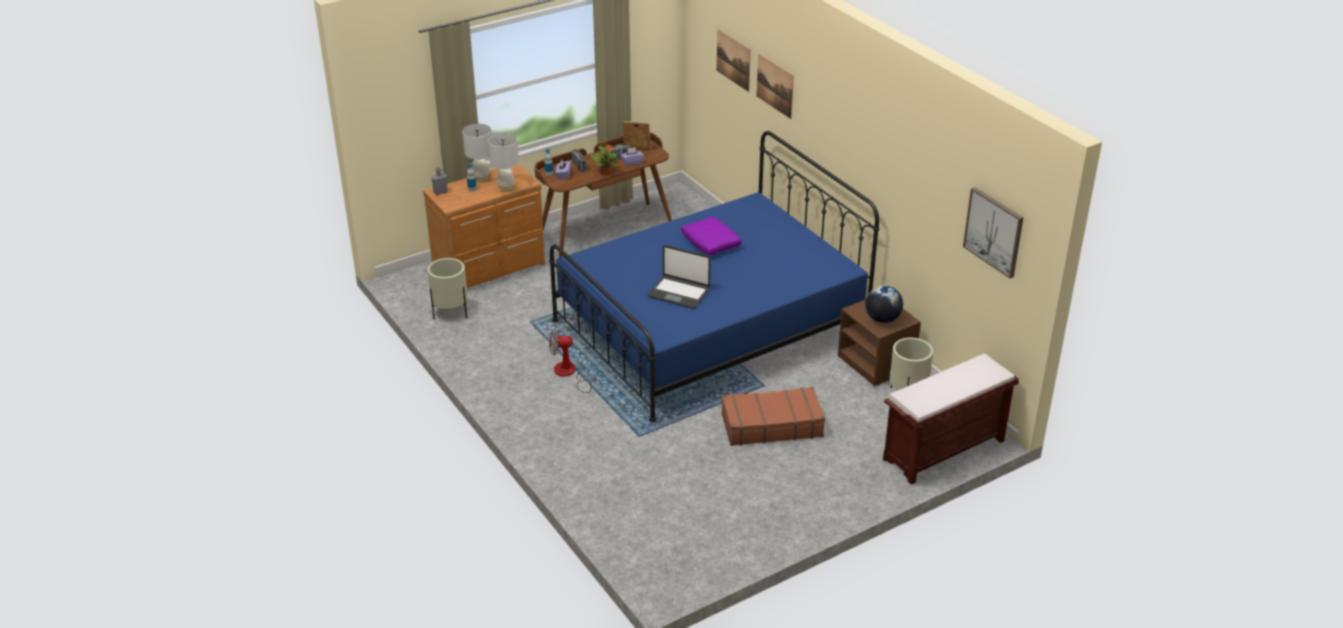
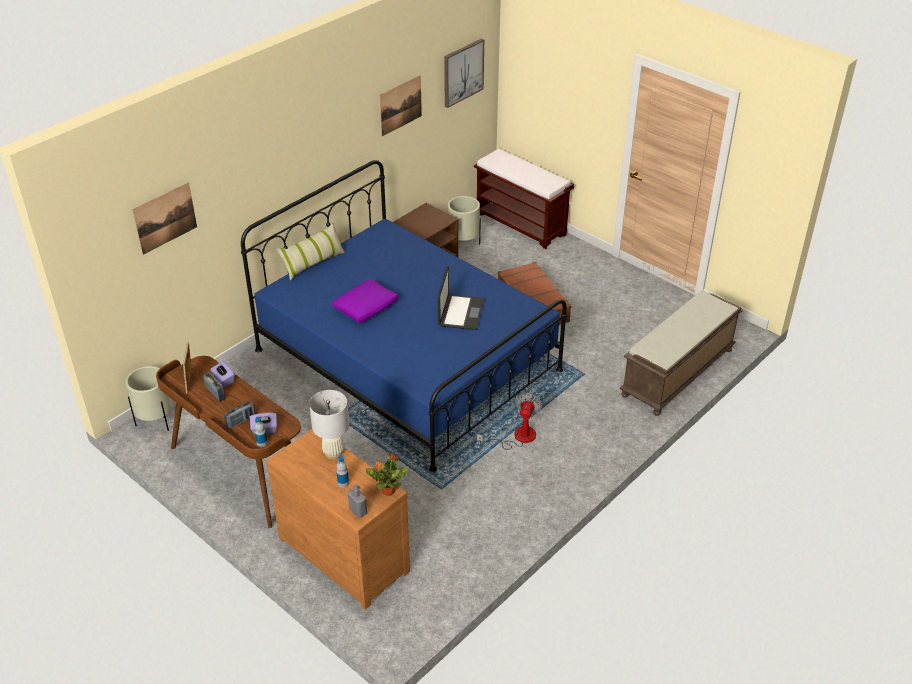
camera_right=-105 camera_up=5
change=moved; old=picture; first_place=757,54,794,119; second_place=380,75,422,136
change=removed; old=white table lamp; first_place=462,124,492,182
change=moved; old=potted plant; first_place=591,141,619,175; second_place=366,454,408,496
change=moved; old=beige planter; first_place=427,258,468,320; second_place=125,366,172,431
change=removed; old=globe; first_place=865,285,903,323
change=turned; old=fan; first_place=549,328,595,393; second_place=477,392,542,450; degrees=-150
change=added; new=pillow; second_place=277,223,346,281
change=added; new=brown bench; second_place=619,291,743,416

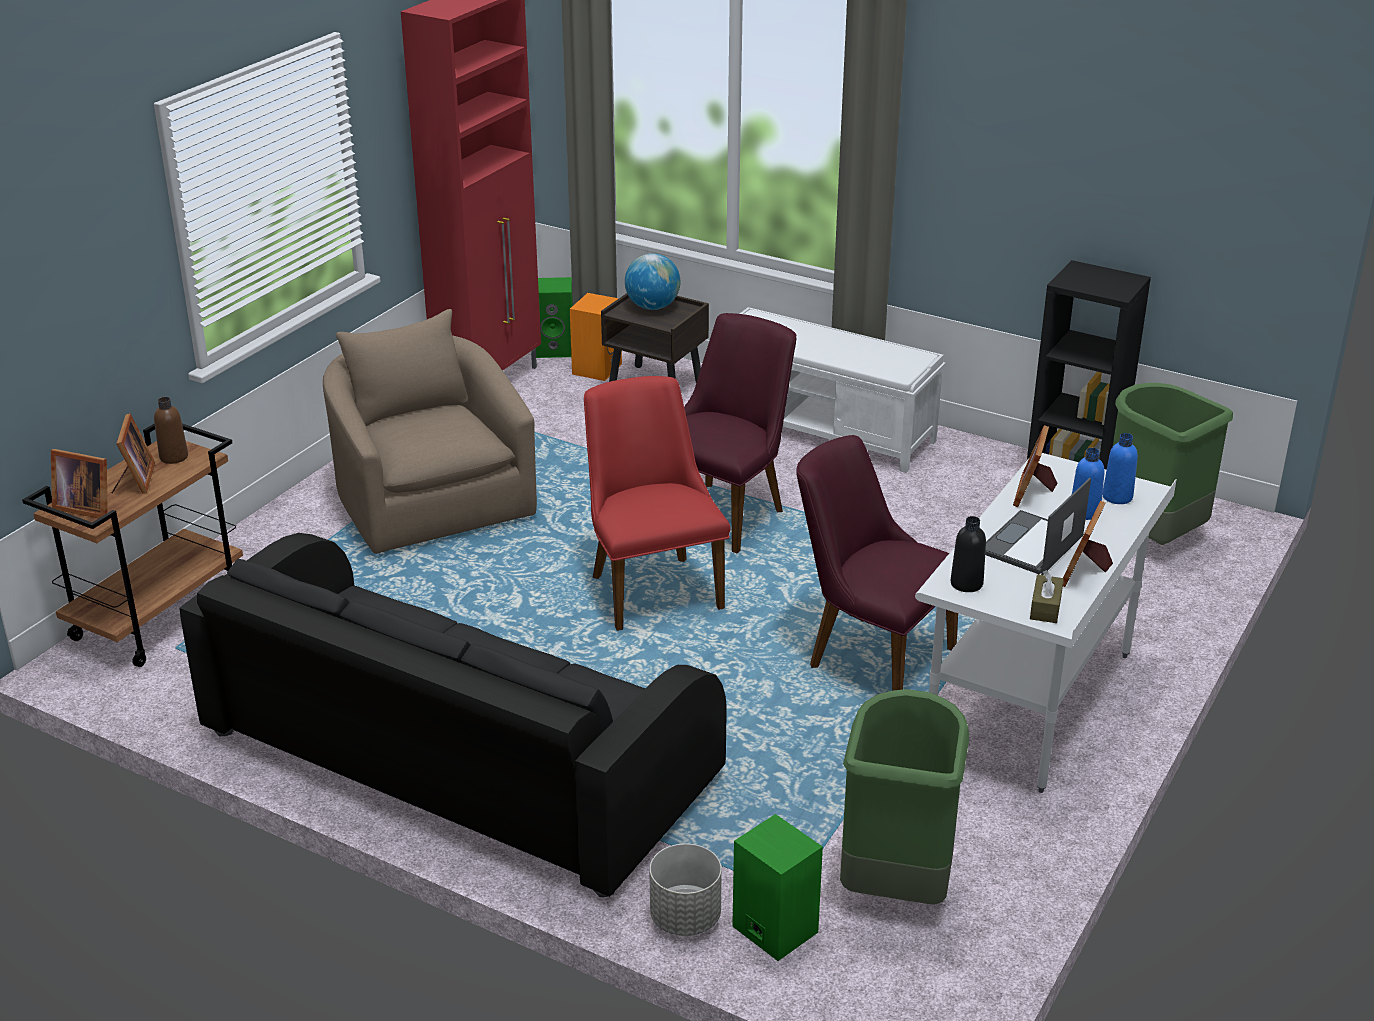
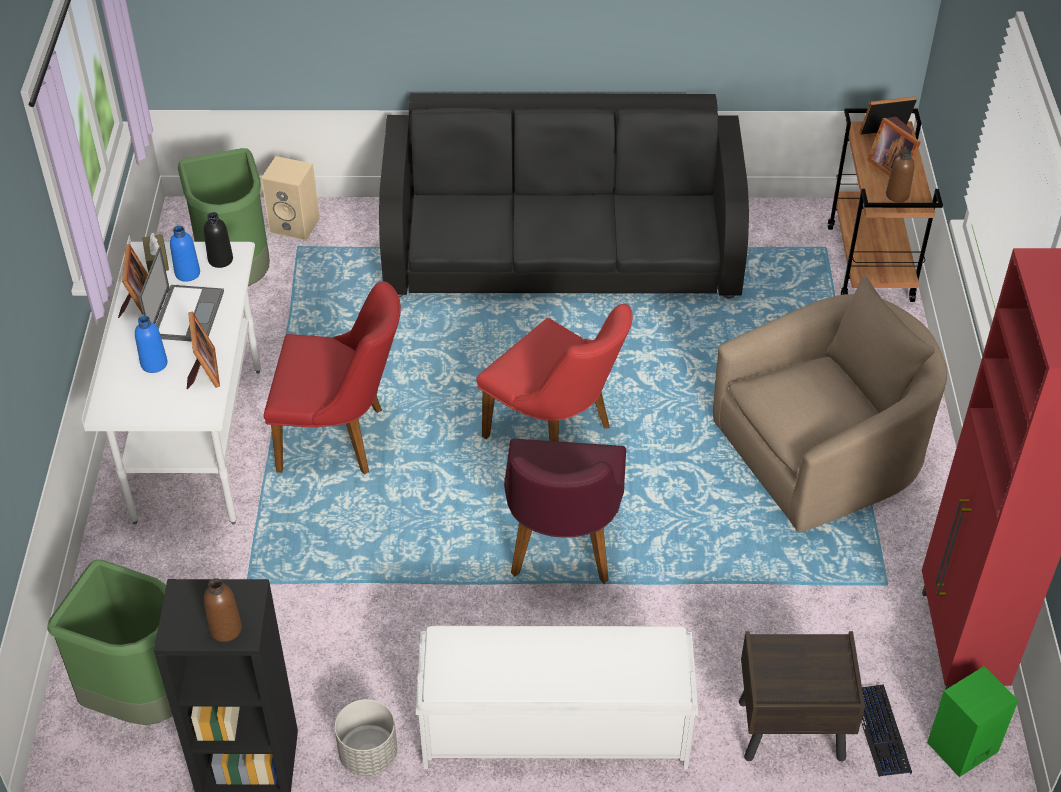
camera_right=150 camera_up=15
change=removed; old=globe; first_place=625,253,680,310
change=replaced; old=orange speaker; new=keyboard; first_place=570,293,622,381; second_place=861,685,912,777
change=turned; old=beige armchair; first_place=323,309,537,554; second_place=713,275,947,533; degrees=-60
change=moved; old=blue bottle; first_place=1102,433,1138,504; second_place=170,226,200,282
change=recoloured; old=purple chair; new=red chair; first_place=796,435,958,691; second_place=264,281,401,475
change=recoloured; old=green speaker; new=beige speaker; first_place=732,814,823,961; second_place=261,156,320,241
change=moved; old=grey planter; first_place=650,844,722,936; second_place=334,699,397,776
change=added; new=brown bottle; second_place=204,578,242,642

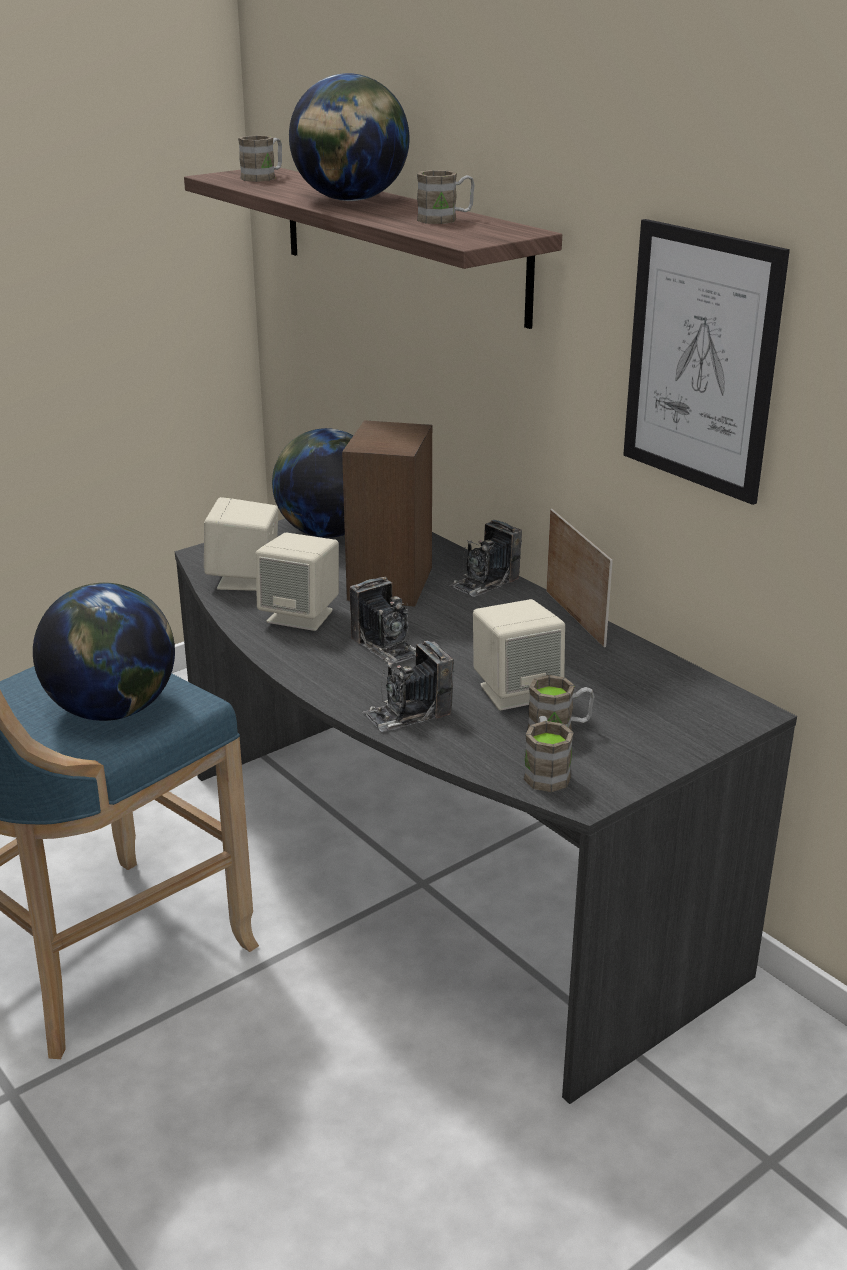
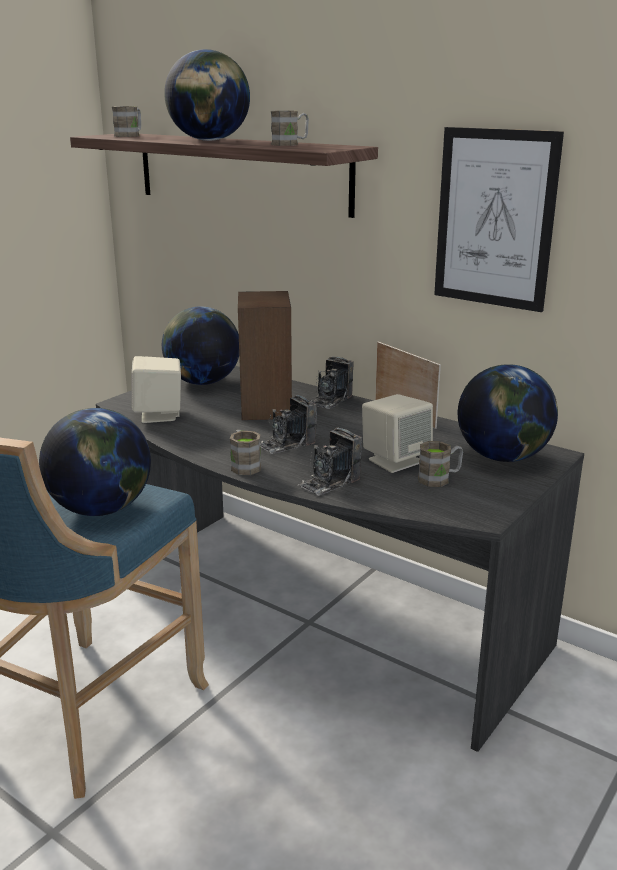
camera_right=-15 camera_up=-5
change=removed; old=beige speaker; first_place=255,532,339,631
change=turned; old=photo camera; first_place=350,577,416,664; second_place=260,395,317,454; degrees=105
change=moved; old=brown mug; first_place=524,716,574,792; second_place=230,430,261,475
change=added; new=globe; second_place=458,364,558,462

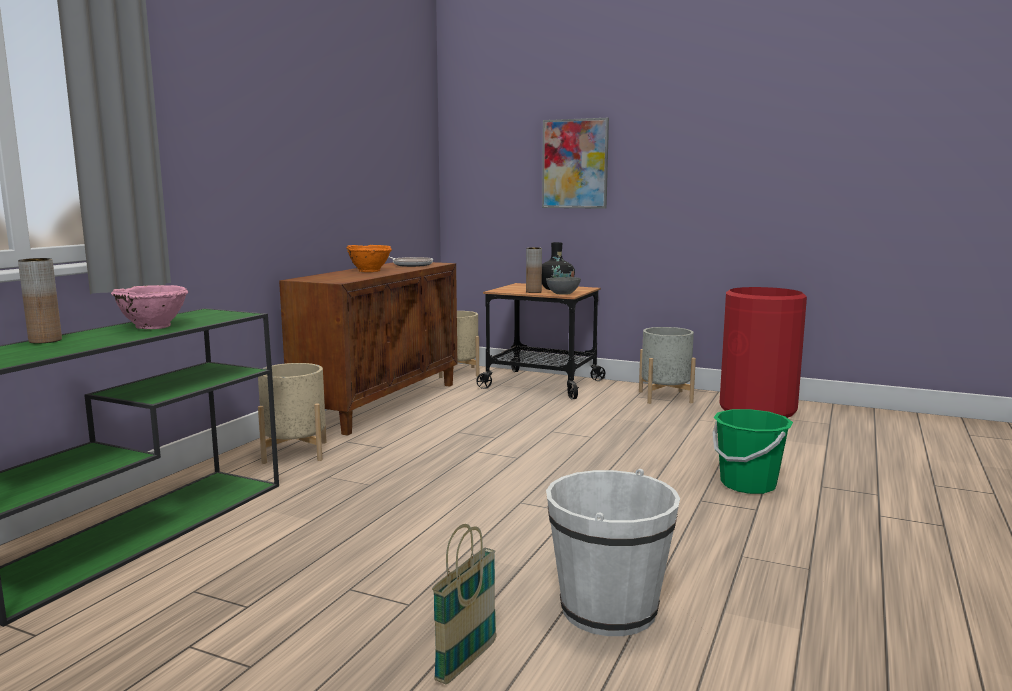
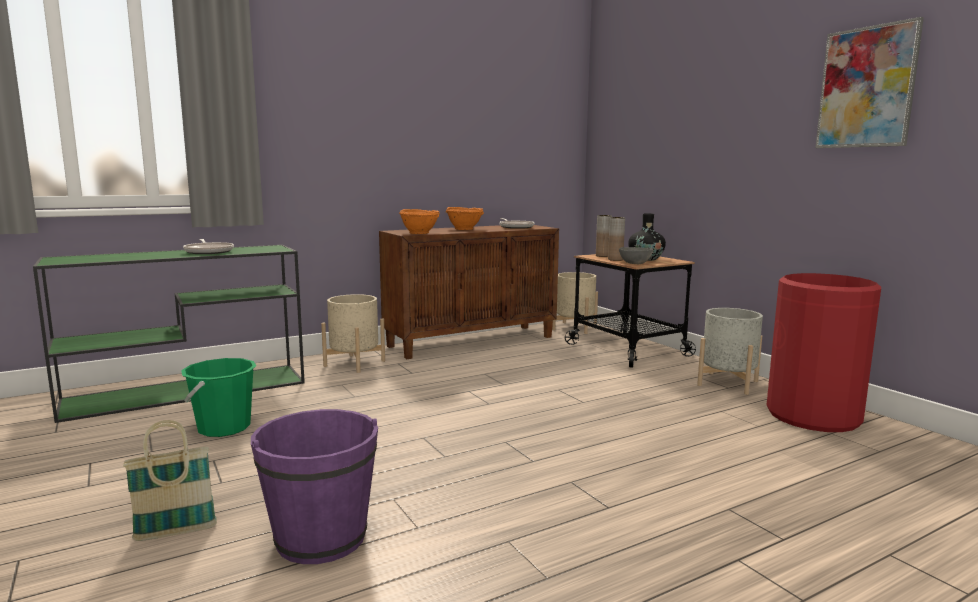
camera_right=35 camera_up=0
change=moved; old=picture; first_place=542,118,609,209; second_place=816,17,924,148
change=moved; old=brown vase; first_place=18,258,62,344; second_place=596,215,612,257
change=replaced; old=pink bowl; new=frying pan; first_place=111,285,188,329; second_place=183,239,234,254
change=moved; old=green bucket; first_place=713,409,793,494; second_place=181,358,256,437
change=recoloured; old=white bucket; new=purple bucket; first_place=546,469,680,636; second_place=251,409,378,564
change=added; new=orange bowl; second_place=399,209,440,234

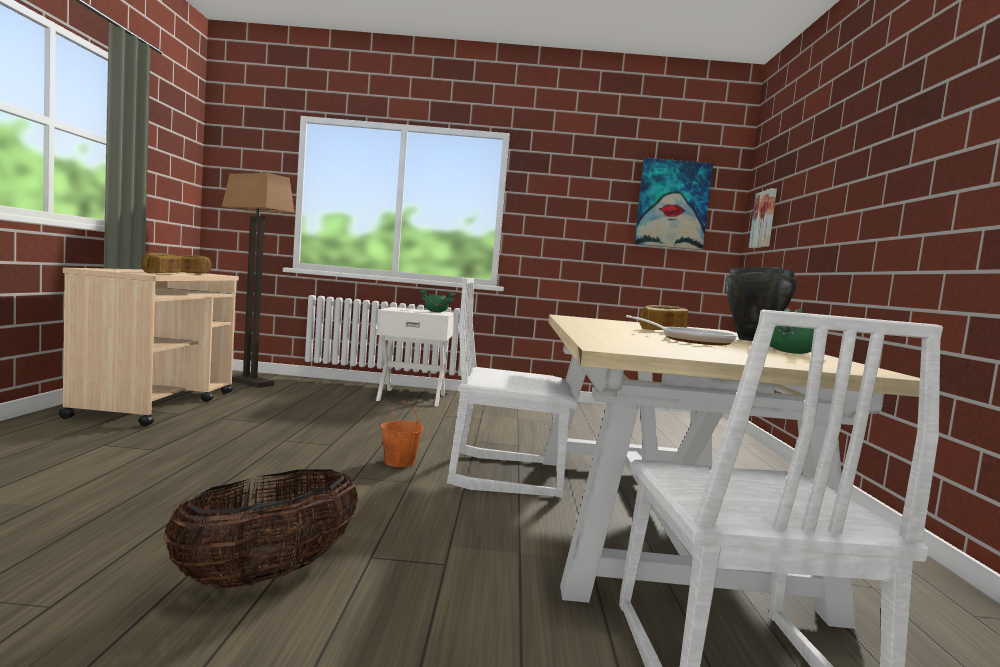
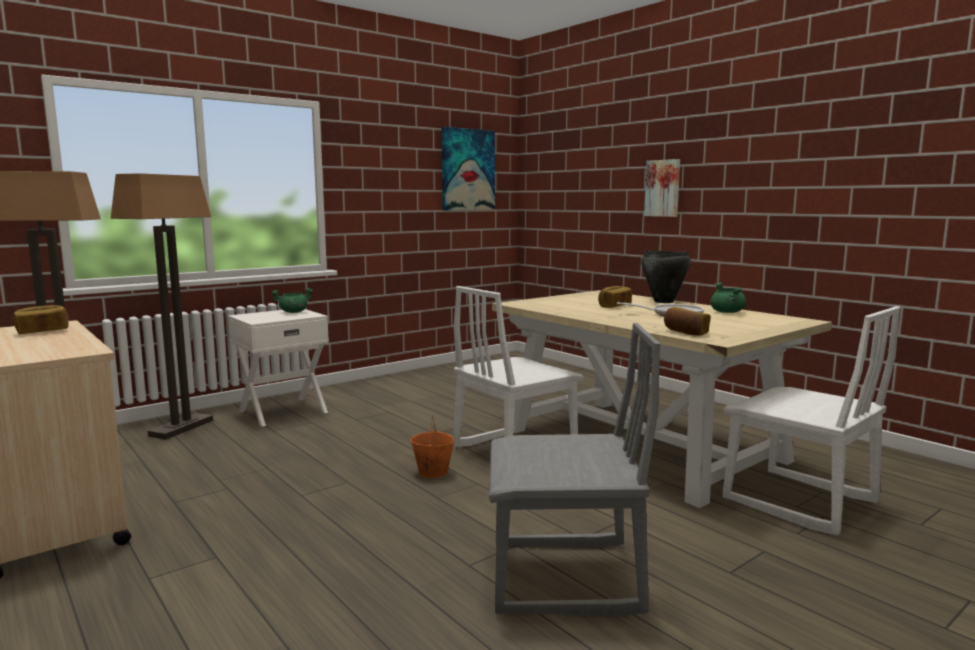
camera_right=-40 camera_up=5
change=moved; old=picture; first_place=749,188,777,248; second_place=644,159,680,217
change=moved; old=bread; first_place=141,253,181,273; second_place=664,307,711,336
change=replaced; old=basket; new=grey chair; first_place=163,469,358,589; second_place=489,323,661,617
change=added; new=floor lamp; second_place=111,173,213,440

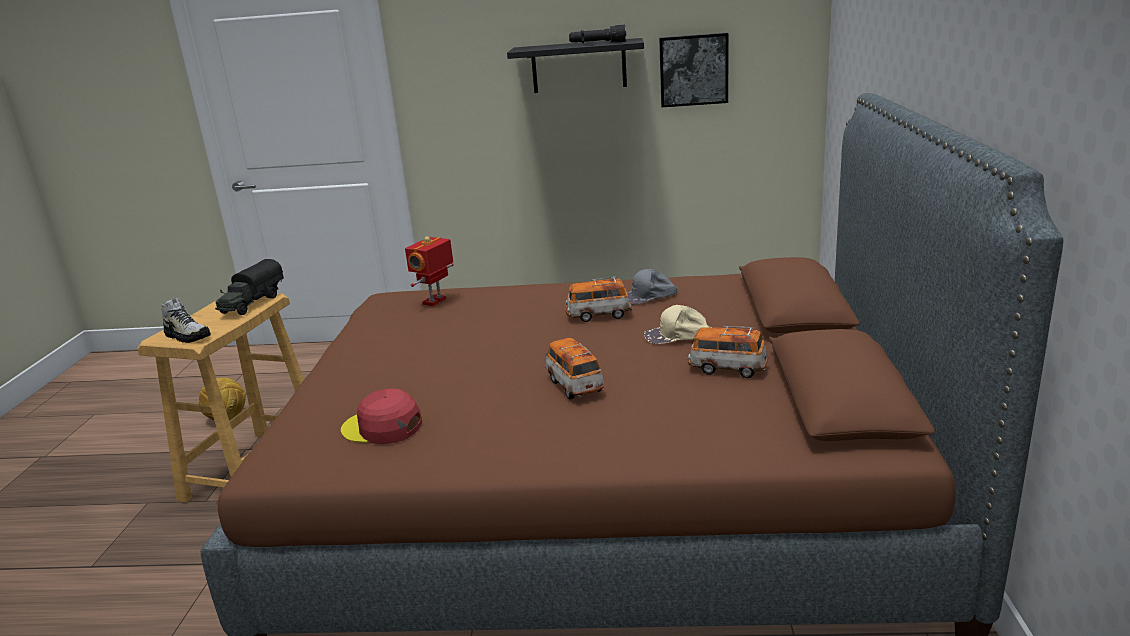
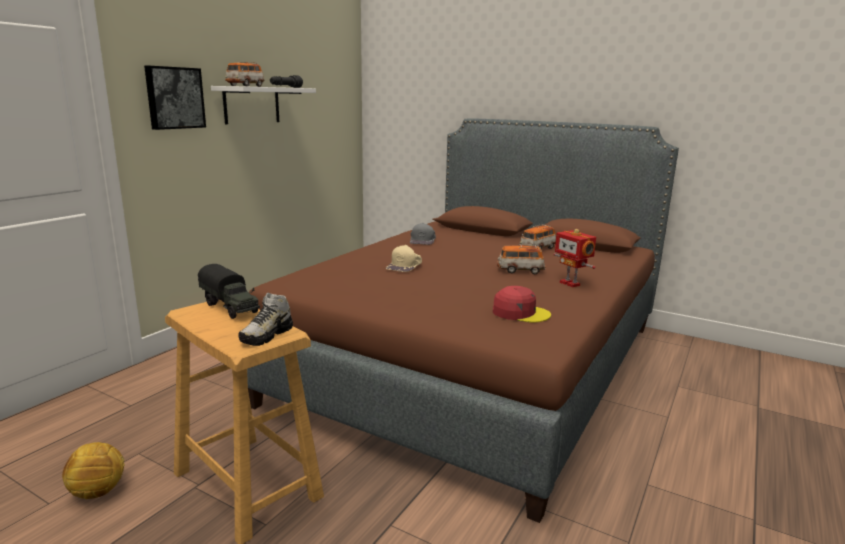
camera_right=-65 camera_up=-5
change=moved; old=picture; first_place=659,33,728,107; second_place=144,66,206,130
change=recoloured; old=black shelf; new=white shelf; first_place=507,38,644,93; second_place=211,86,316,124
change=moved; old=toy robot; first_place=405,236,454,306; second_place=554,229,596,288
change=moved; old=toy car; first_place=565,277,632,322; second_place=225,62,264,87
change=turned; old=shoe; first_place=161,298,211,343; second_place=238,293,293,346; degrees=150
change=moved; old=beige cap; first_place=644,305,711,344; second_place=386,245,422,272
change=turned; old=red cap; first_place=341,389,422,444; second_place=493,286,551,323; degrees=-120

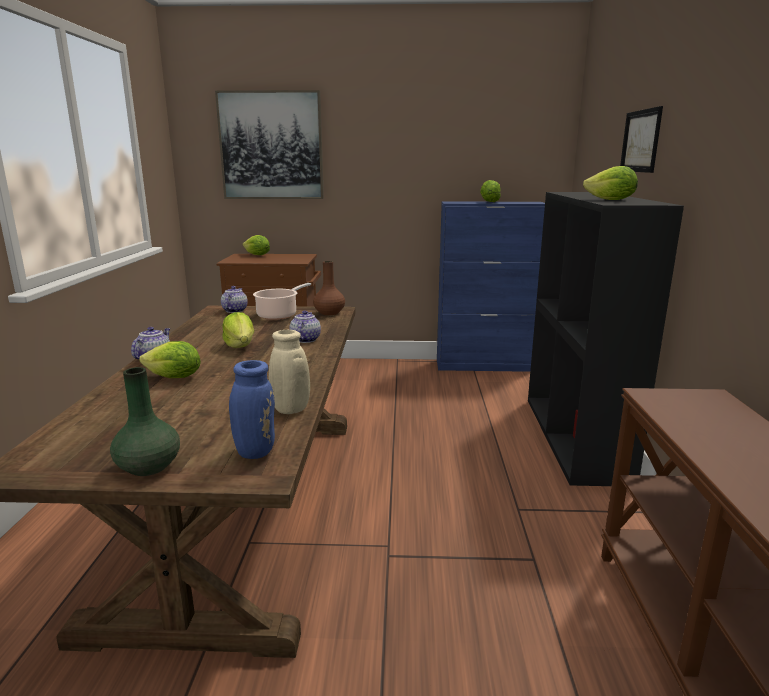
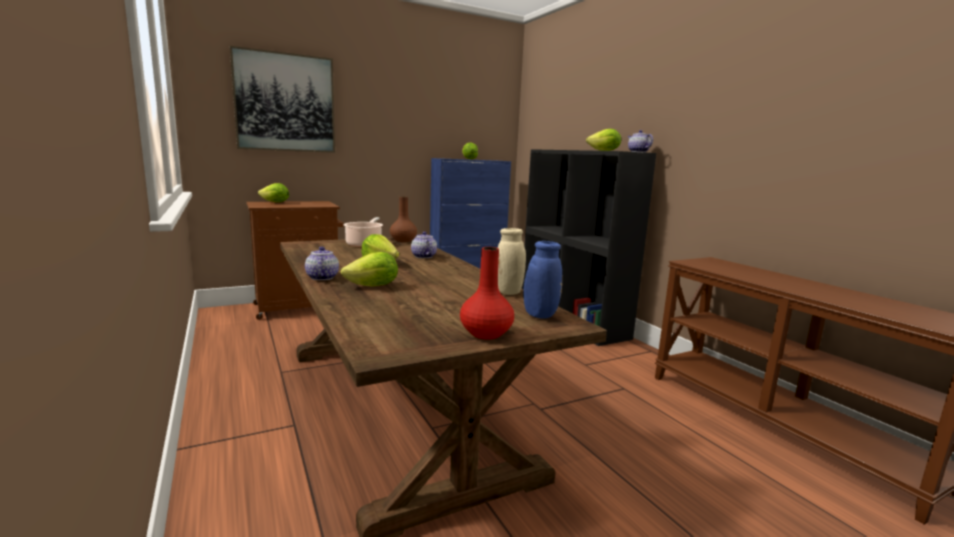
camera_right=-30 camera_up=-5
change=removed; old=picture; first_place=620,106,663,173
change=moved; old=teapot; first_place=221,286,248,313; second_place=628,130,653,152
change=recoloured; old=green vase; new=red vase; first_place=110,367,180,476; second_place=460,247,514,340

